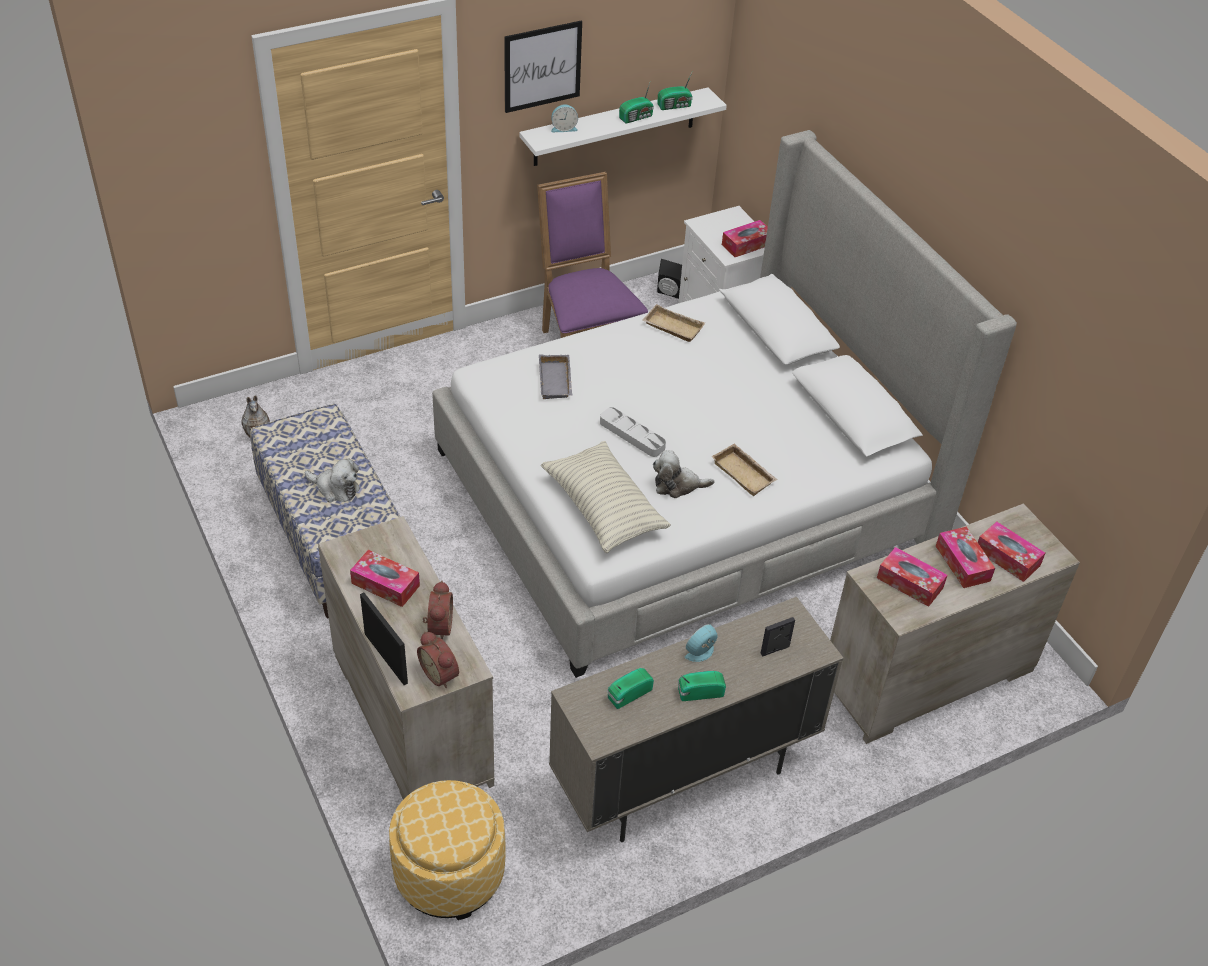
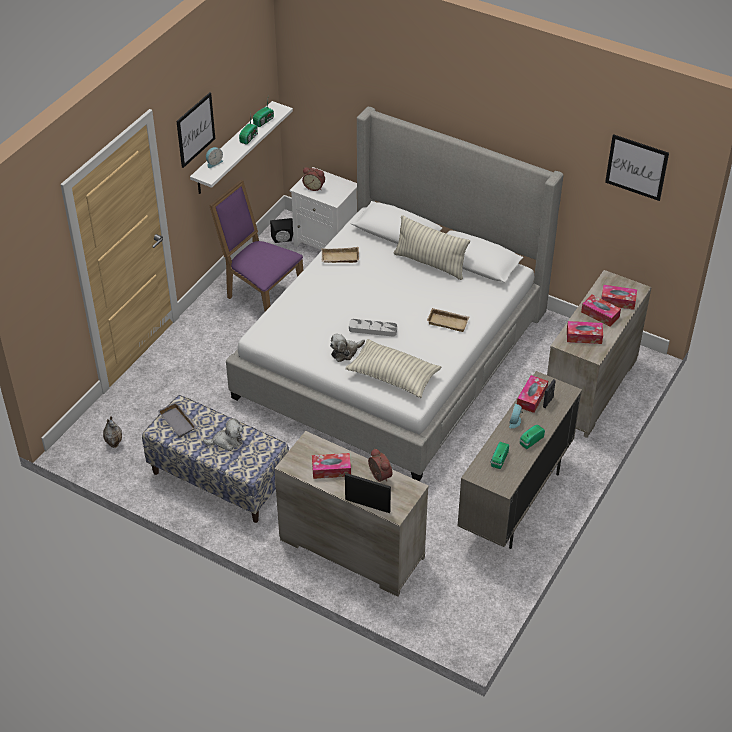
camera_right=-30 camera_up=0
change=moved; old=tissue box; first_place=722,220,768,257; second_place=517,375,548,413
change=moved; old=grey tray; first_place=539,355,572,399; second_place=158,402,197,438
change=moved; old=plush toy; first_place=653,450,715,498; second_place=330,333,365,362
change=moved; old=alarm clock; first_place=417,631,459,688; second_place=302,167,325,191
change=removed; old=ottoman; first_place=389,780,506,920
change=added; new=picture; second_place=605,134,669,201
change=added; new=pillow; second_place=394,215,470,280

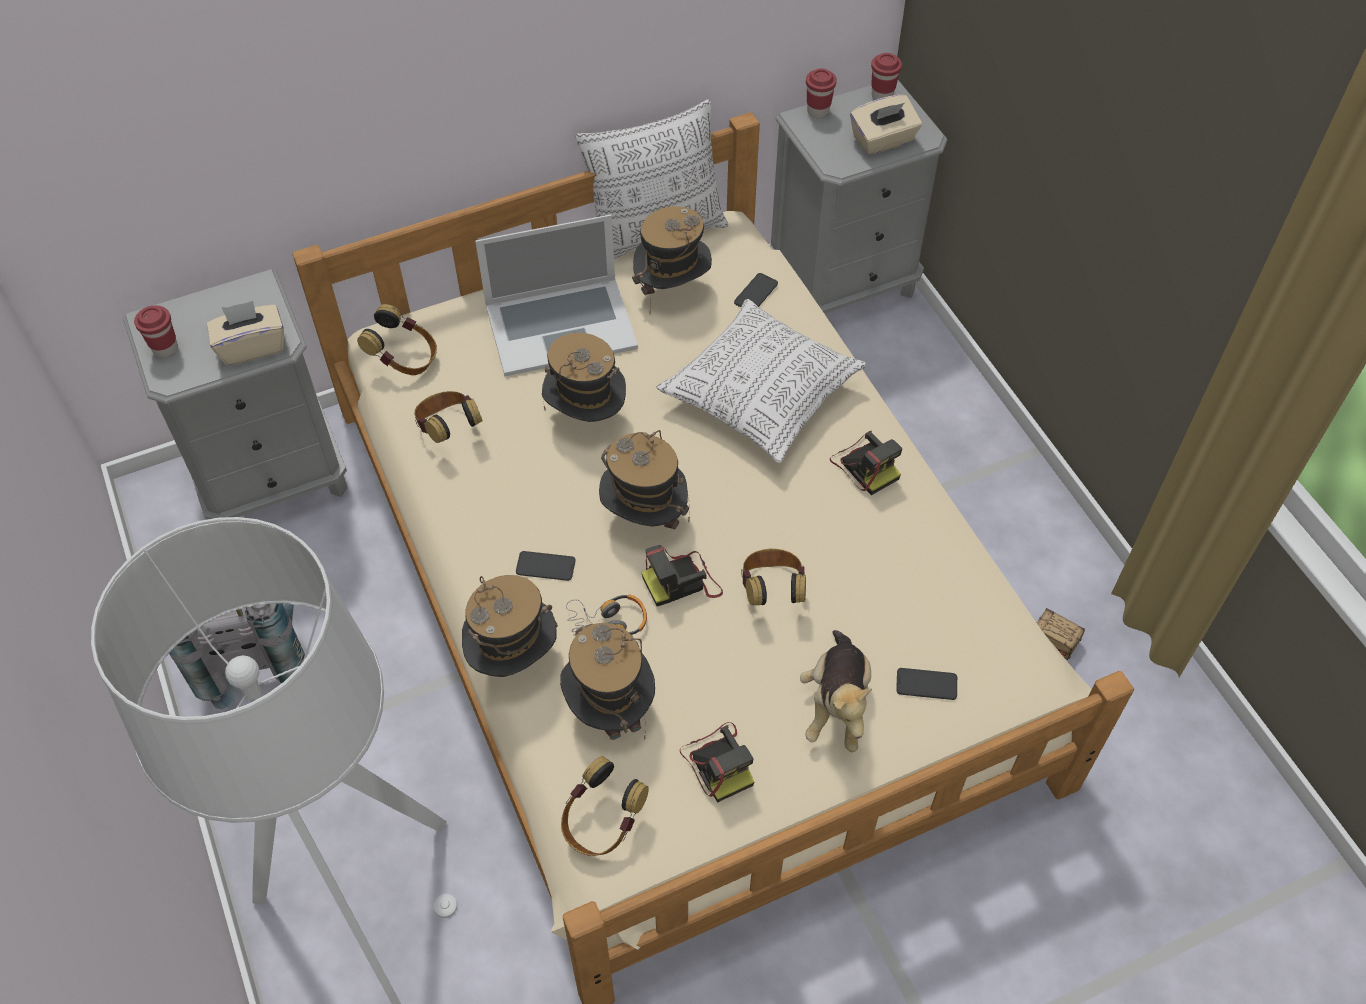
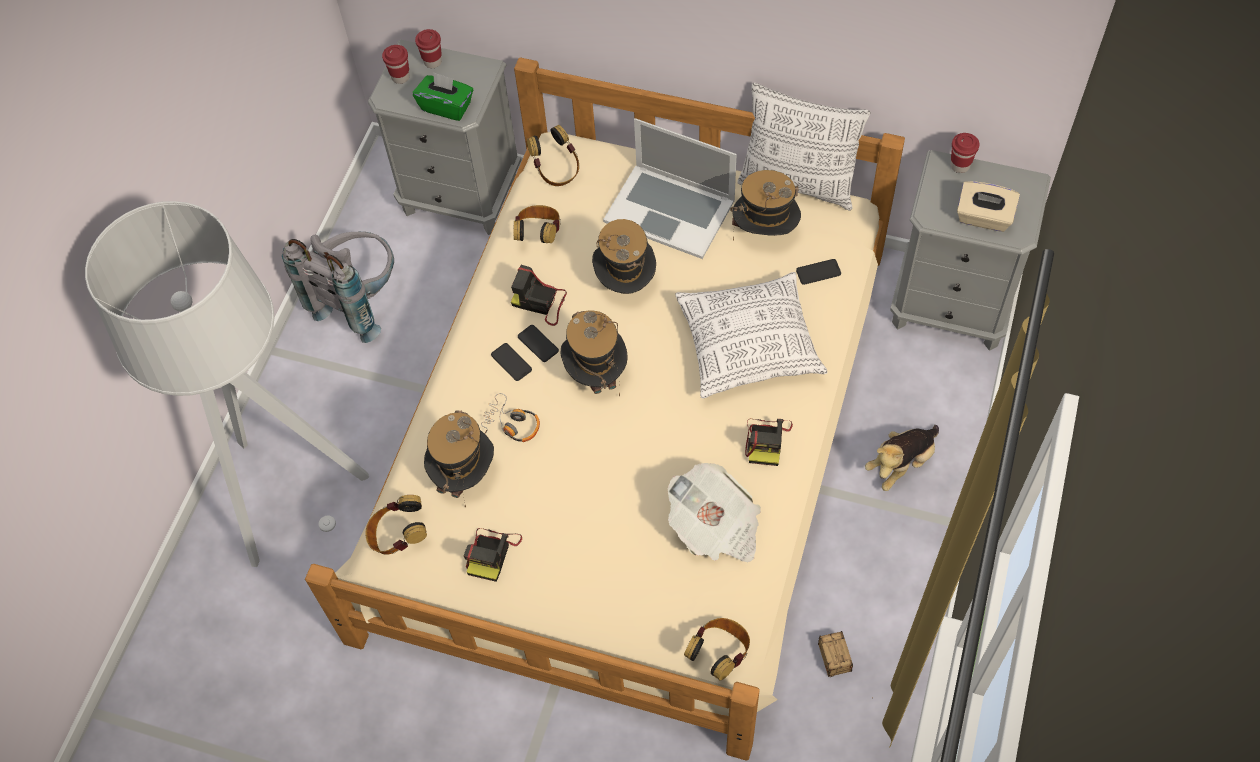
camera_right=45 camera_up=5
change=moved; old=red cup; first_place=871,53,902,100; second_place=415,29,442,68
change=recoloured; old=beige tissue box; new=green tissue box; first_place=207,301,284,366; second_place=413,72,473,121
change=moved; old=photo camera; first_place=641,545,723,606; second_place=511,265,567,326
change=moved; old=headphones; first_place=741,549,806,605; second_place=684,618,750,680
change=removed; old=hat; first_place=462,575,558,677
change=moved; old=plush toy; first_place=800,630,872,752; second_place=865,425,939,491
change=moved; old=phone; first_place=896,668,957,700; second_place=518,325,559,362
change=added; new=newspaper; second_place=668,463,761,562

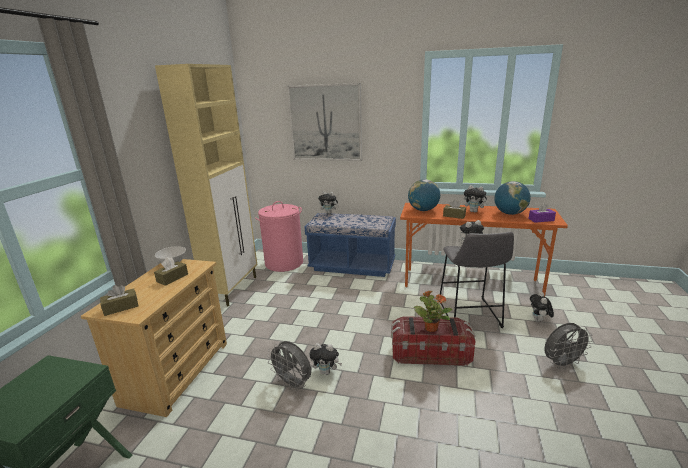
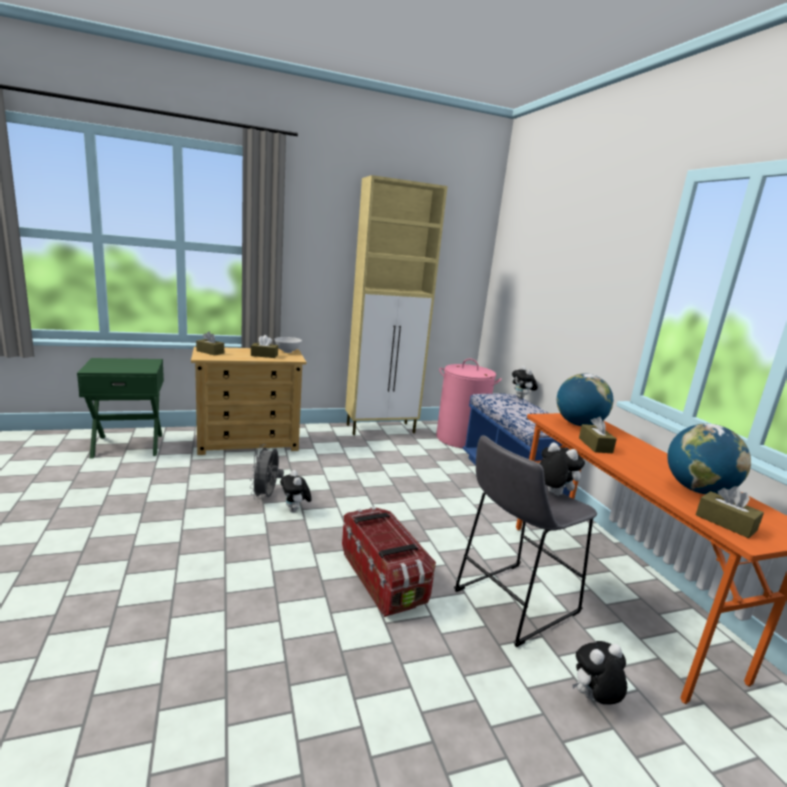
camera_right=55 camera_up=-5
change=removed; old=picture; first_place=287,83,362,161
change=removed; old=plush toy; first_place=464,185,489,212
change=recoloured; old=purple tissue box; new=brown tissue box; first_place=528,203,556,223; second_place=696,486,764,538
change=removed; old=potted plant; first_place=414,290,453,332
change=removed; old=grey fan; first_place=544,323,593,370

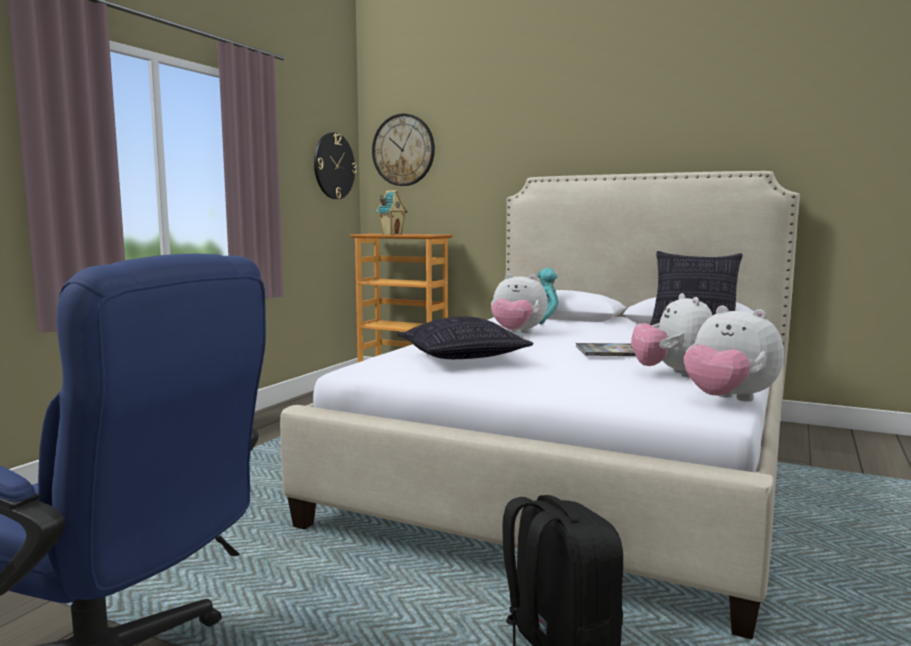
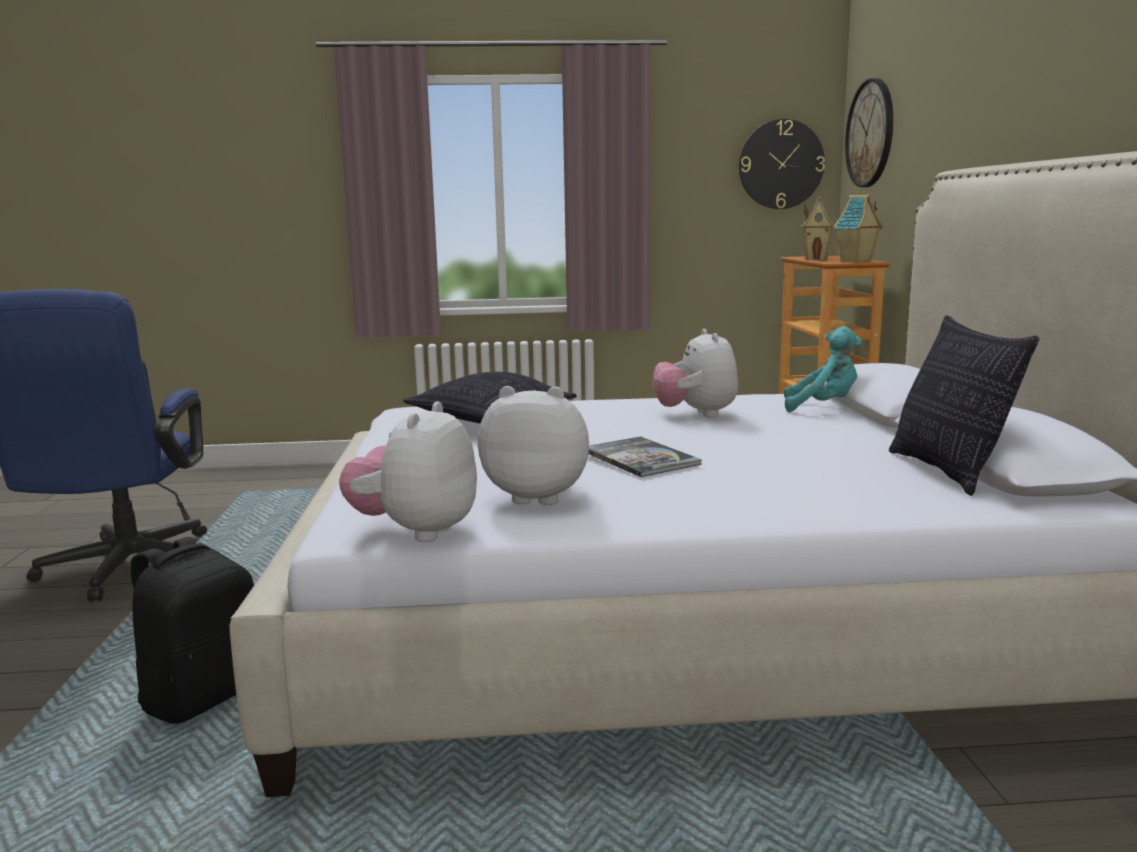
camera_right=60 camera_up=5
change=turned; old=plush toy; first_place=631,293,713,378; second_place=478,386,589,505; degrees=45
change=added; new=toy house; second_place=833,194,883,262

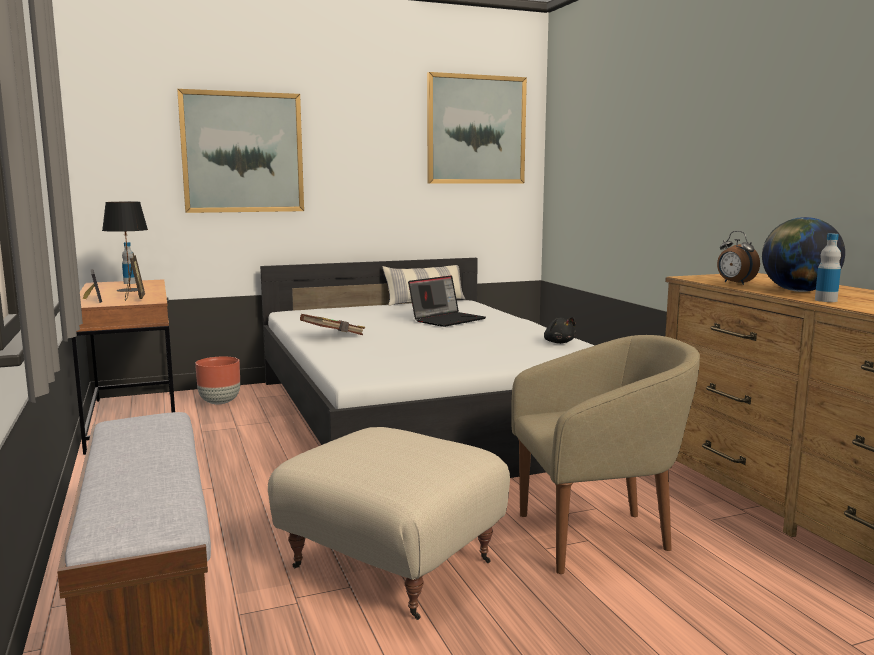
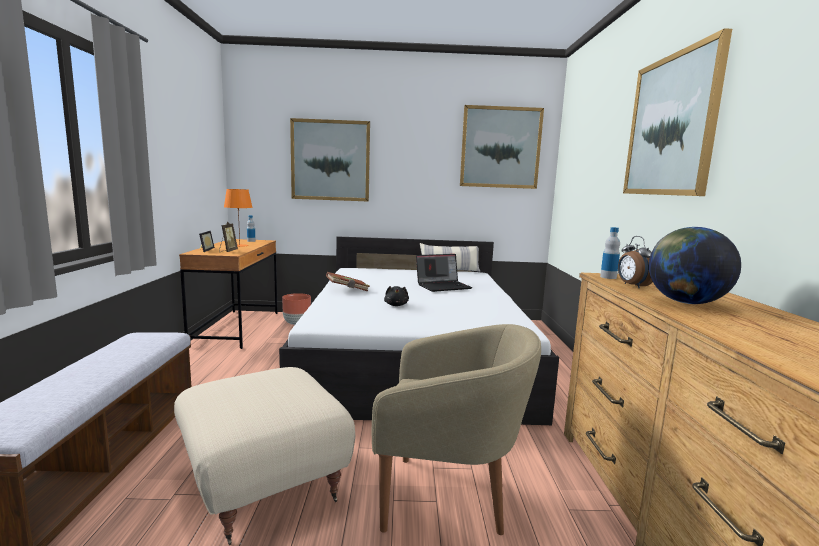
camera_right=20 camera_up=0
change=recoloured; old=black table lamp; new=orange table lamp; first_place=102,202,148,292; second_place=224,189,253,247
change=moved; old=bottle; first_place=815,234,841,302; second_place=600,227,620,279
change=moved; old=black plush toy; first_place=544,317,576,344; second_place=384,286,409,306
change=added; new=picture; second_place=623,28,732,196

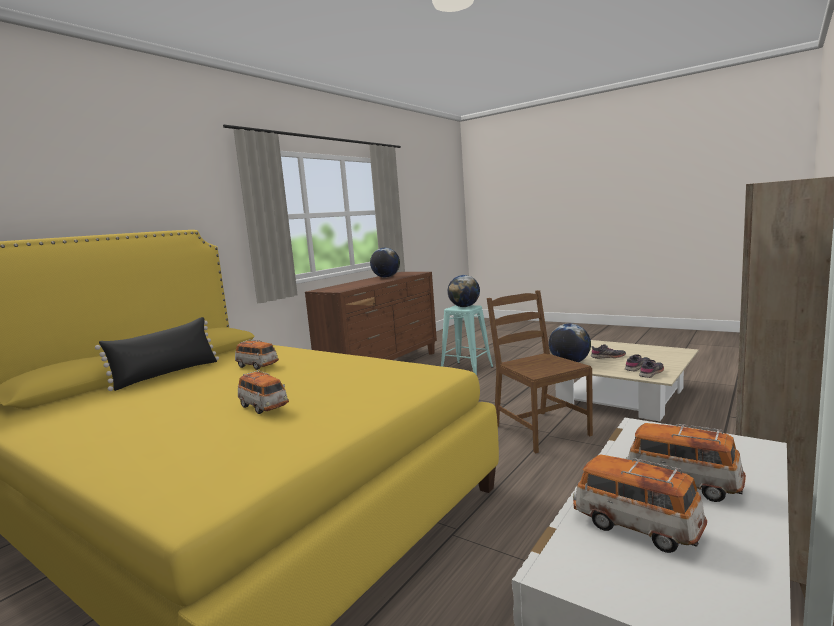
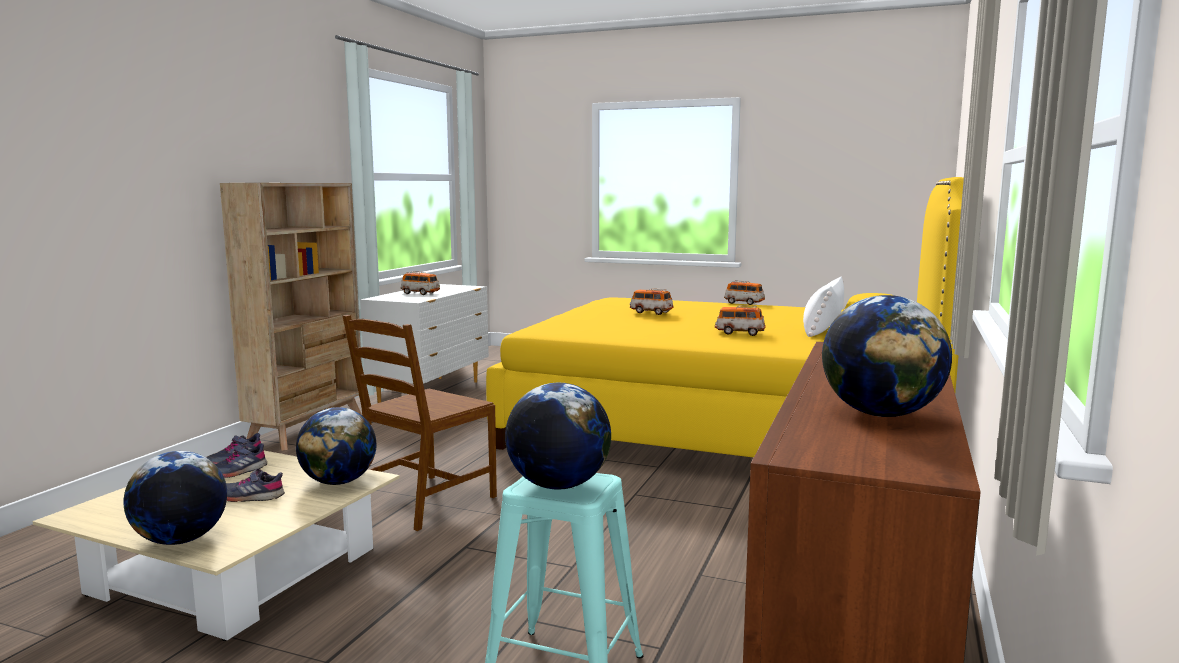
camera_right=165 camera_up=0
change=turned; old=brown chair; first_place=487,290,593,453; second_place=343,315,497,531; degrees=75
change=recoloured; old=black pillow; new=white pillow; first_place=95,317,219,391; second_place=803,276,844,337
change=moved; old=toy car; first_place=573,454,707,553; second_place=724,280,765,305
change=added; new=globe; second_place=123,451,227,545

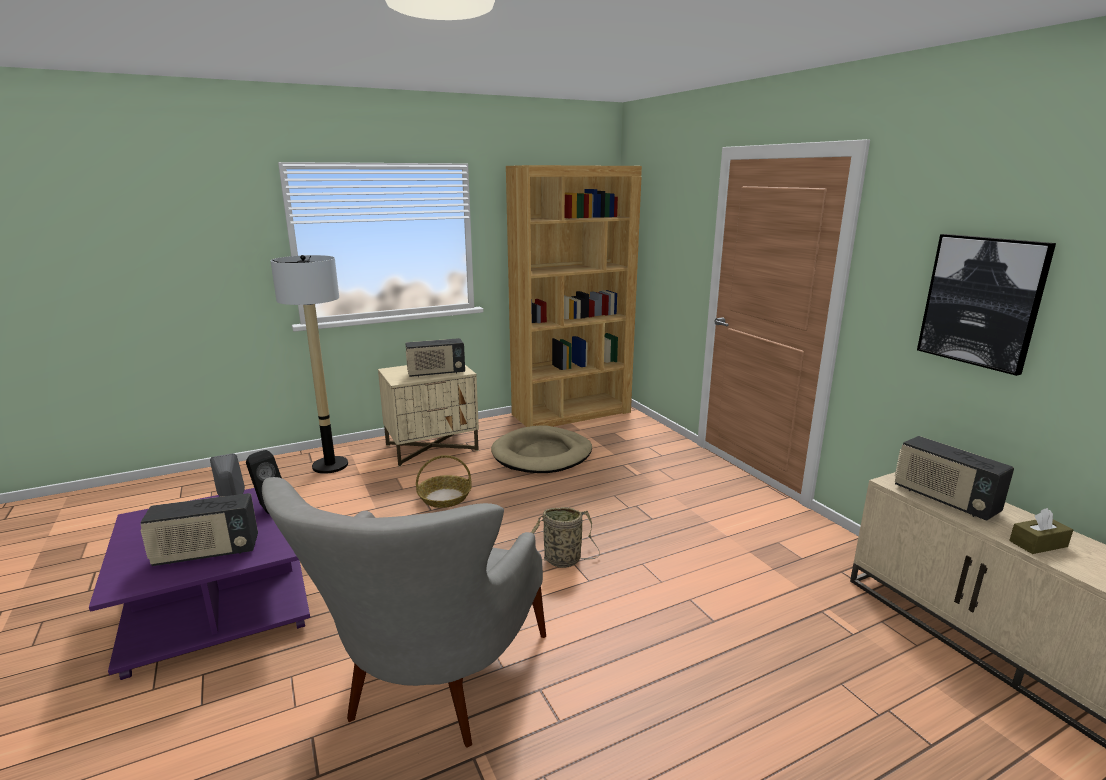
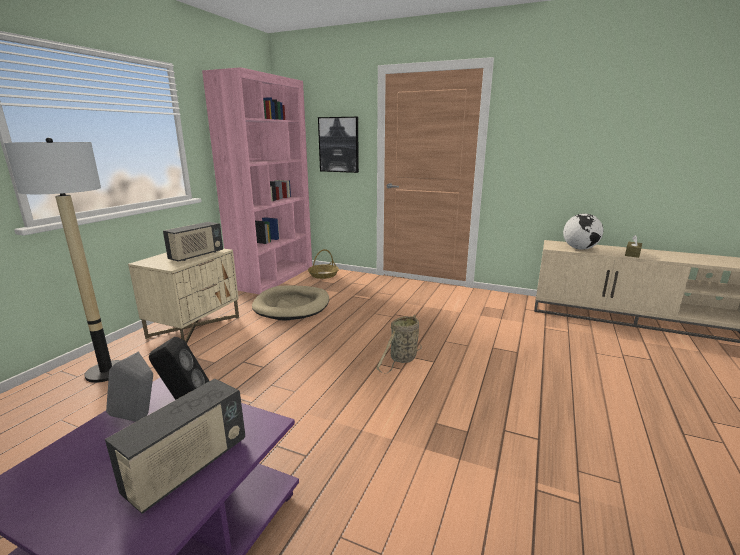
camera_right=-40 camera_up=0
change=recoloured; old=brown bookcase; new=pink bookcase; first_place=506,165,642,427; second_place=202,67,312,294
change=moved; old=picture; first_place=917,234,1056,376; second_place=318,117,359,173
change=replaced; old=radio; new=globe; first_place=894,436,1014,520; second_place=563,214,603,250
change=moved; old=basket; first_place=416,455,472,508; second_place=308,249,339,279
change=removed; old=grey armchair; first_place=262,477,546,748

